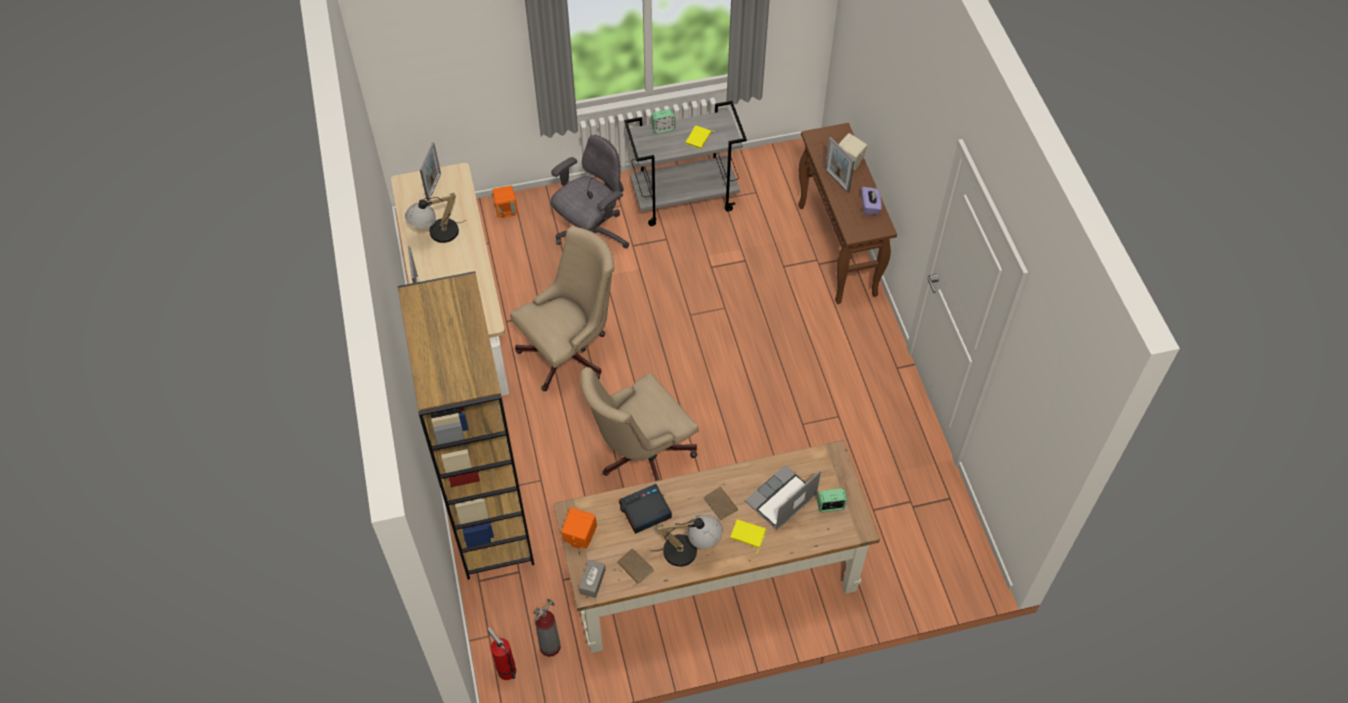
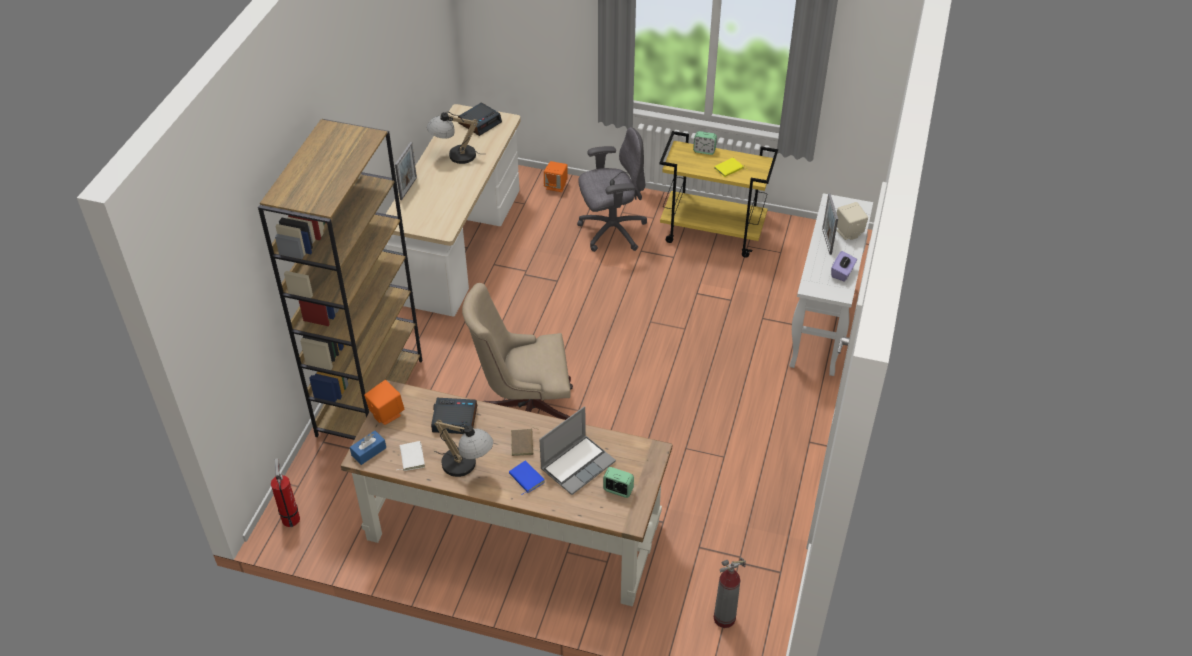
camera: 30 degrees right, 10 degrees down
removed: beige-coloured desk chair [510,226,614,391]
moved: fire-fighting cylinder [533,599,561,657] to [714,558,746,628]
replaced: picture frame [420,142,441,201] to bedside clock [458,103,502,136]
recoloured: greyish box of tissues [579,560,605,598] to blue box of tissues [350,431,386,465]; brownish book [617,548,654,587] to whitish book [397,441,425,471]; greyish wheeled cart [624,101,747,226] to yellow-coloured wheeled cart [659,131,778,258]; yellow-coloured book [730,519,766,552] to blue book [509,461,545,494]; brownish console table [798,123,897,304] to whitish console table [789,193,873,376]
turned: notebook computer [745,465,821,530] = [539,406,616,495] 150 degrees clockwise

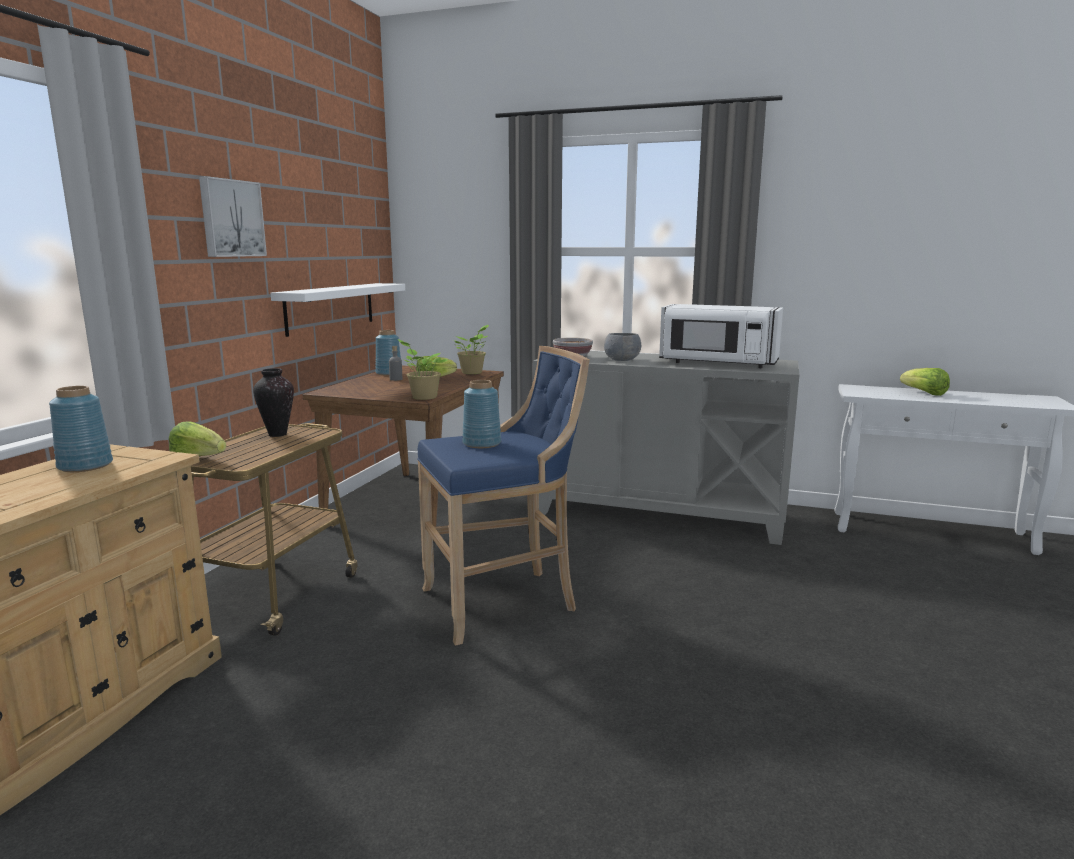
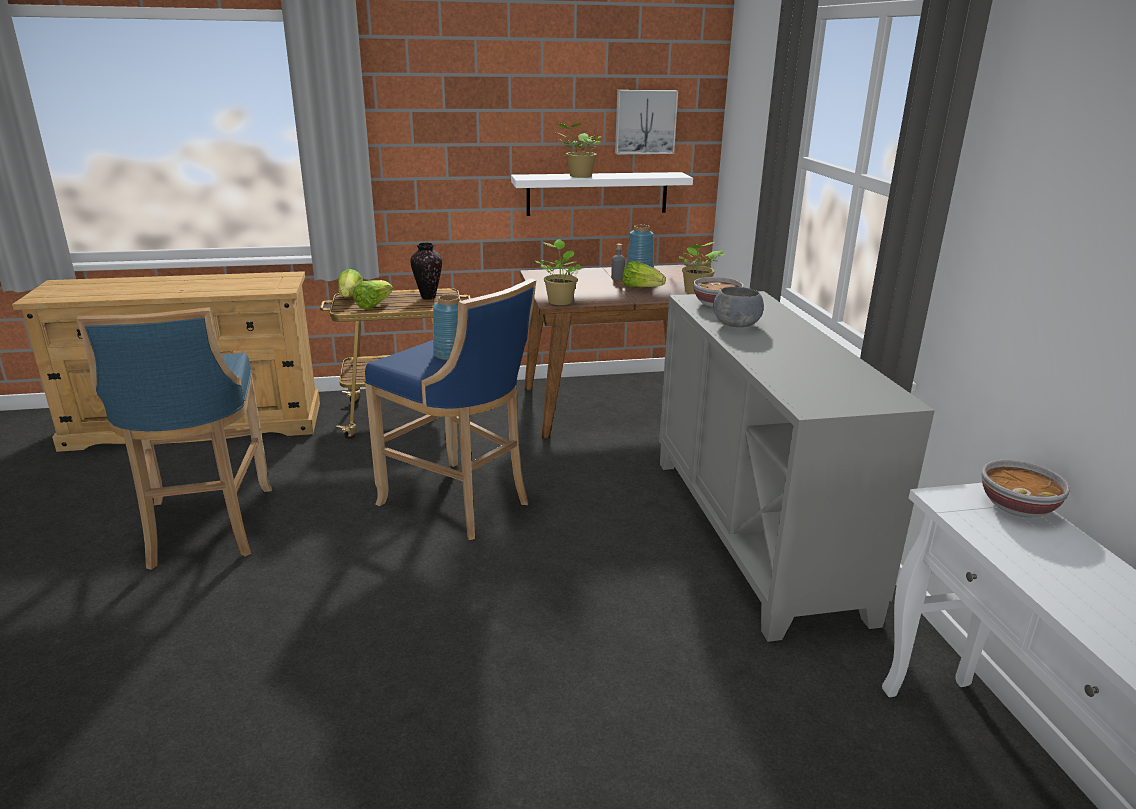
camera: 60 degrees right, 10 degrees up
removed: blue vase [49,386,113,472]; whitish kitchen microwave [659,304,783,368]
added: blue stool seat [76,307,272,570]; plant in a pot [558,123,602,178]; deep dish [982,460,1070,517]
moved: wall picture [199,176,267,257] to [615,90,678,154]; head of lettuce [900,368,950,396] to [353,280,393,309]

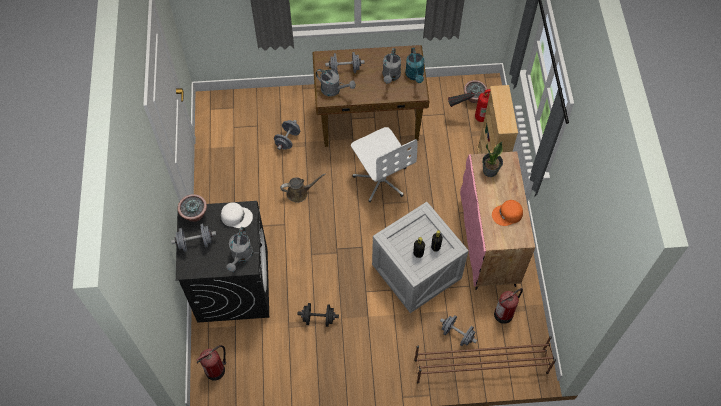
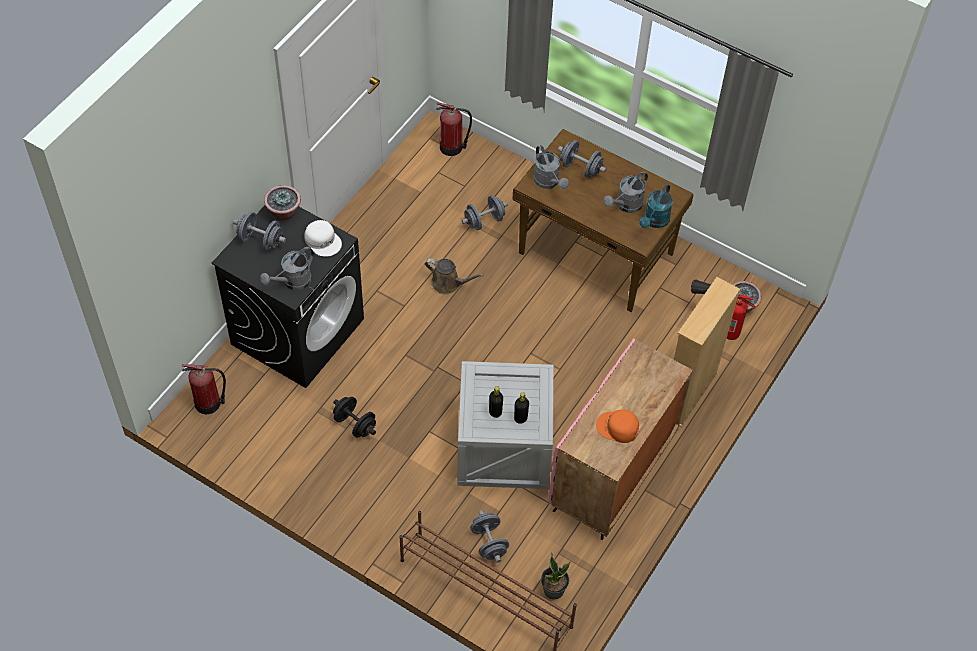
camera: 35 degrees right, 5 degrees down
removed: whitish desk chair [351,127,418,202]
moved: plant in a pot [482,141,503,177] to [541,553,570,599]; fire-fighting cylinder [494,288,523,324] to [436,103,472,156]

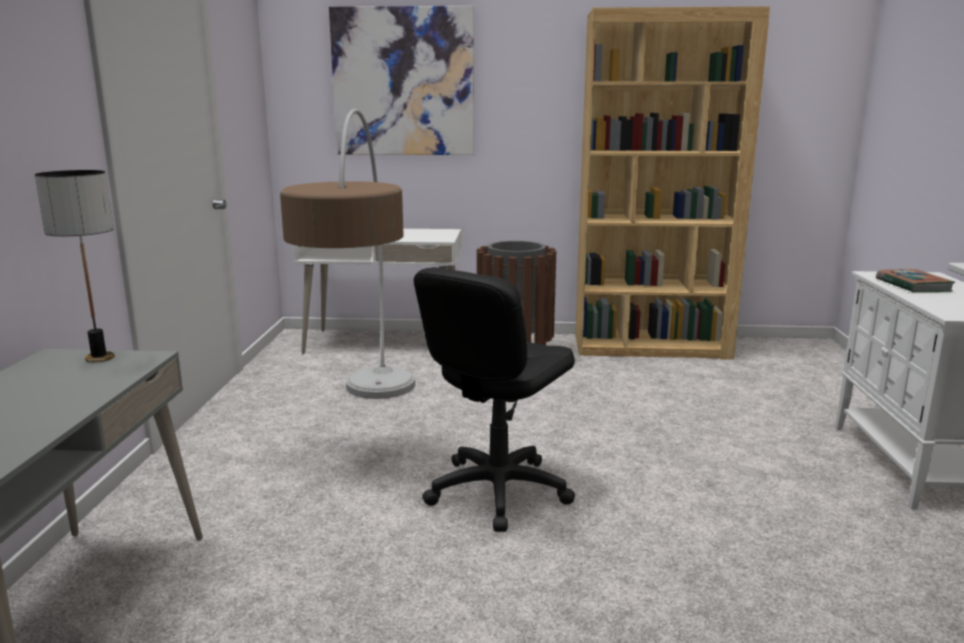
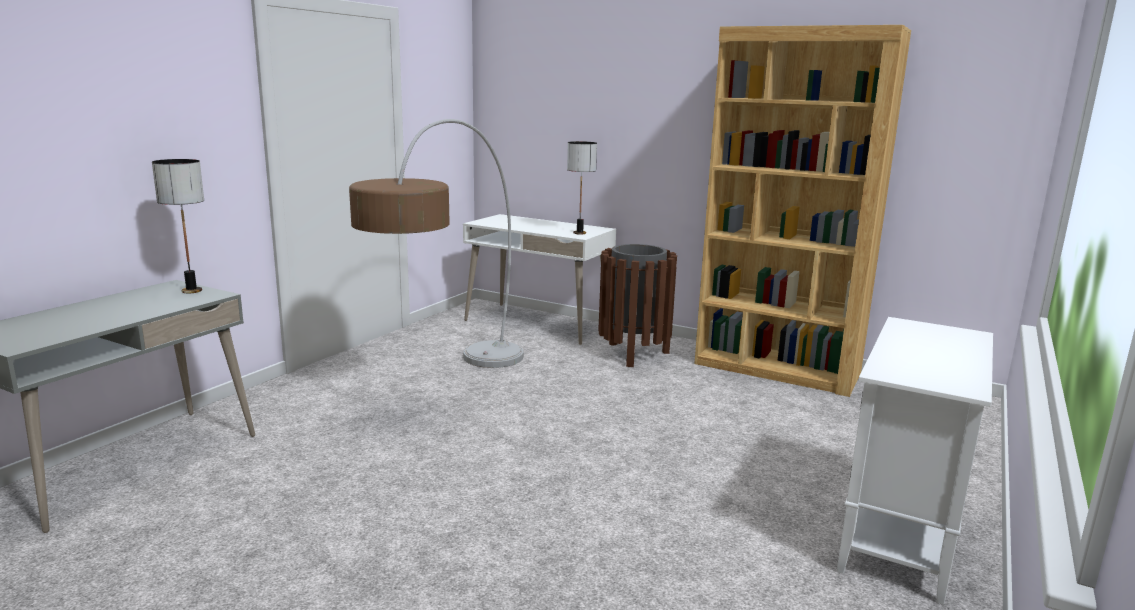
camera: 25 degrees right, 0 degrees up
removed: wall picture [329,6,474,155]; blackish desk chair [414,267,575,532]; book [876,269,955,293]
added: tabletop lamp [567,141,597,235]

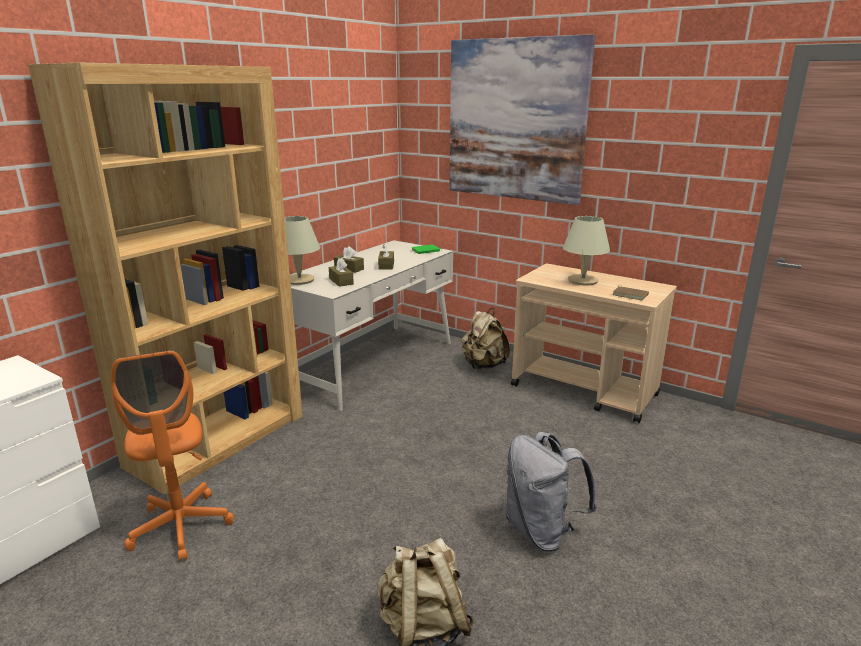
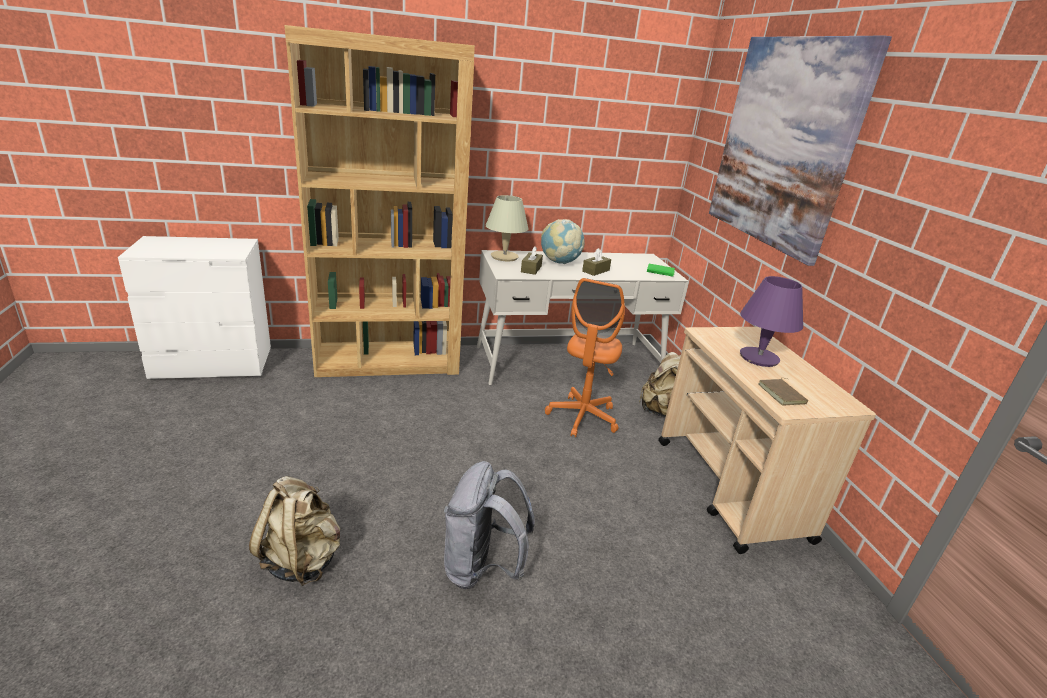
camera: 40 degrees right, 5 degrees up
moved: orange-coloured desk chair [111,350,234,561] to [545,278,625,437]
replaced: brownish box of tissues [334,246,364,273] to globe [541,219,585,264]
recoloured: beige-coloured tabletop lamp [563,216,610,285] to purple-coloured tabletop lamp [740,276,803,367]

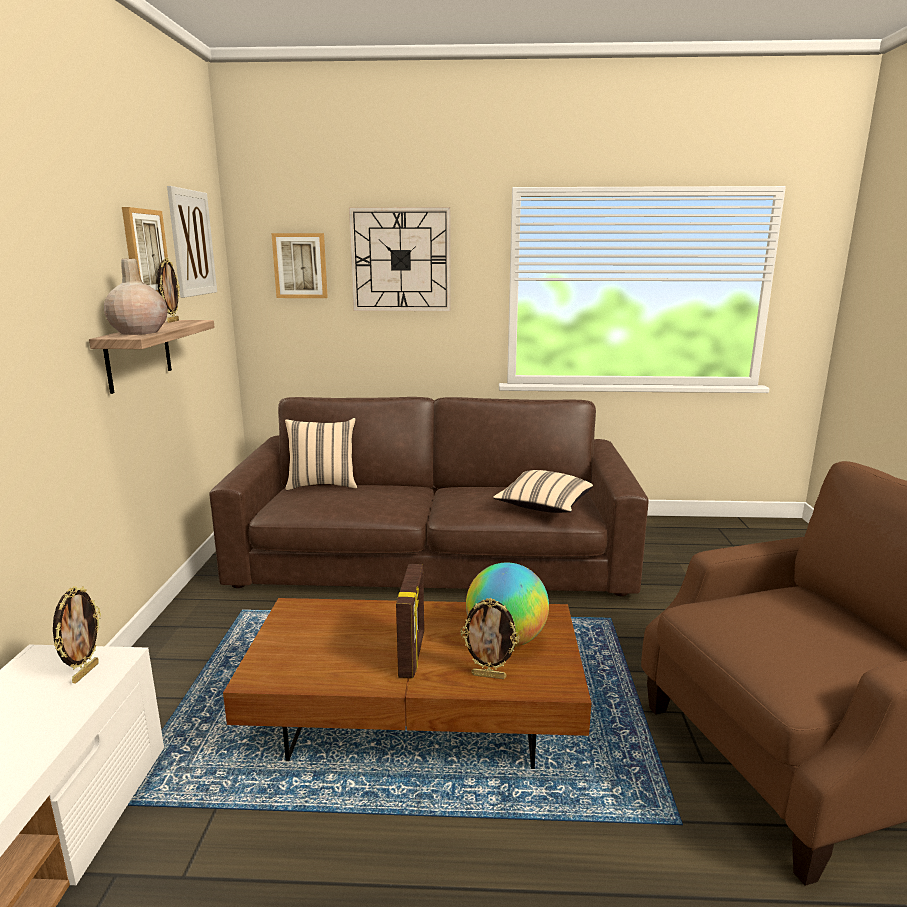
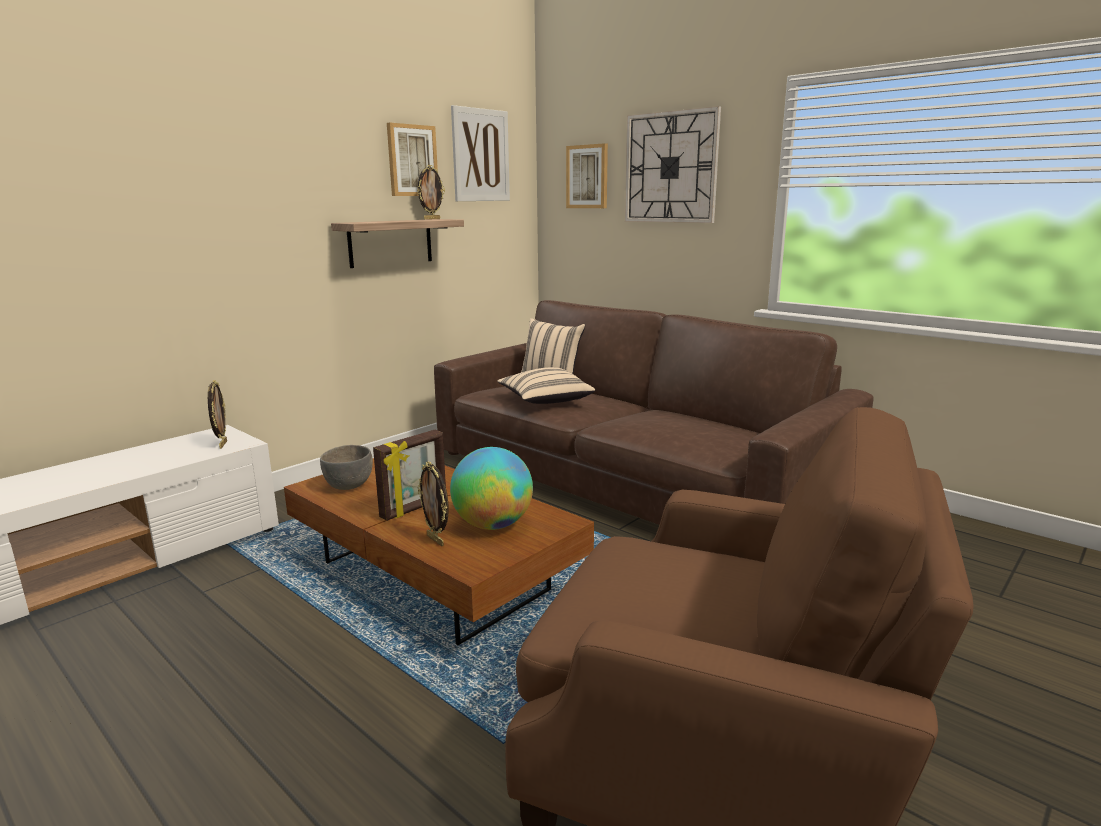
camera: 40 degrees right, 0 degrees up
removed: beige-coloured vase [104,259,168,335]
added: greyish deep dish [320,445,373,490]
moved: beige-coloured throw pillow [493,470,593,513] to [497,367,595,404]
turned: picture frame [53,586,101,684] = [208,380,227,449] 60 degrees counterclockwise

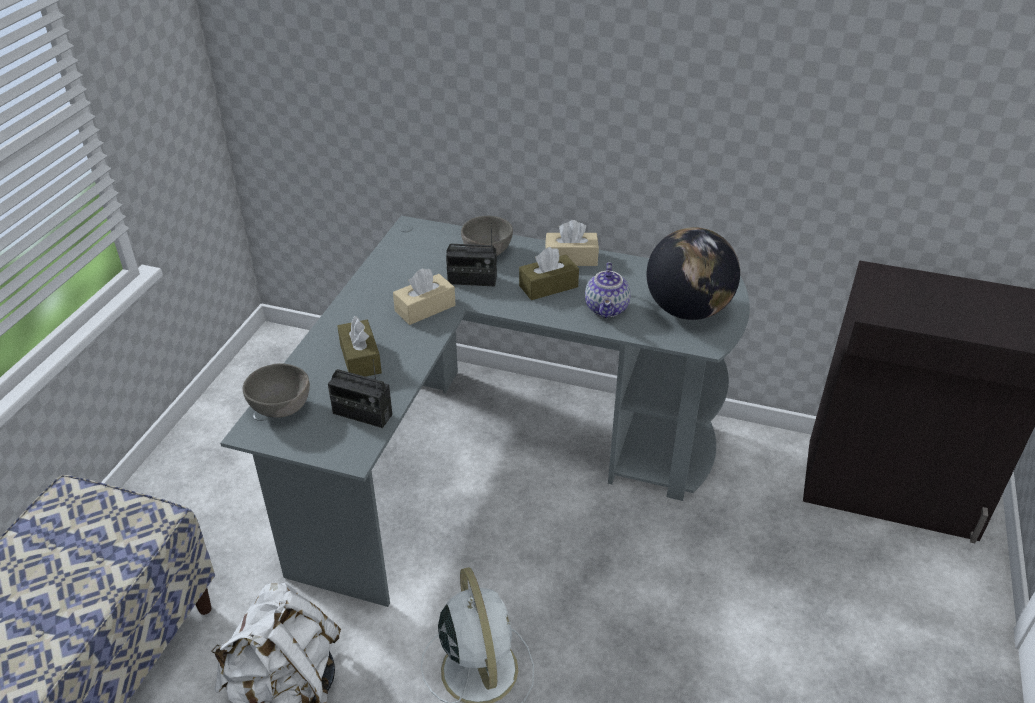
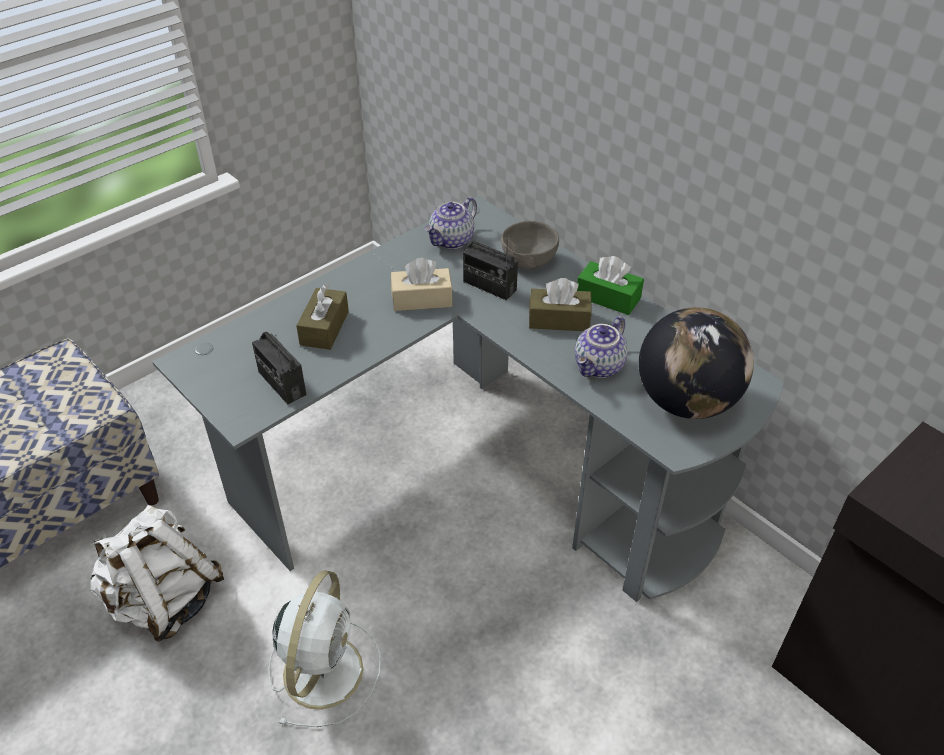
camera: 30 degrees right, 5 degrees up
removed: greyish deep dish [243,363,310,418]
added: pot for tea [425,197,477,249]
recoloured: beige-coloured box of tissues [545,220,599,266] to green-coloured box of tissues [577,256,644,315]

